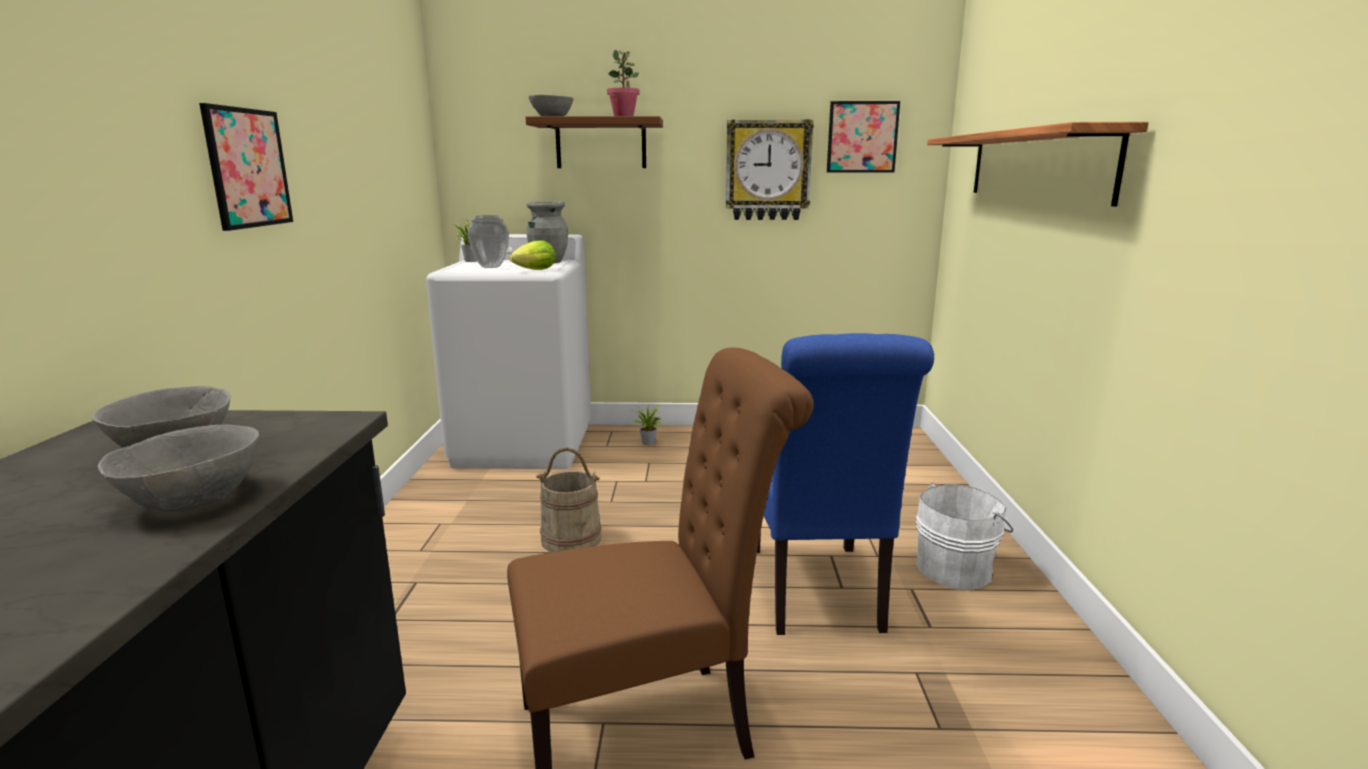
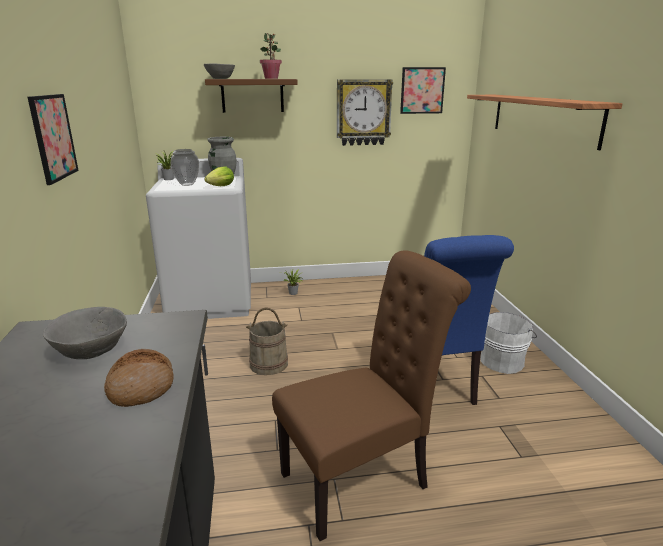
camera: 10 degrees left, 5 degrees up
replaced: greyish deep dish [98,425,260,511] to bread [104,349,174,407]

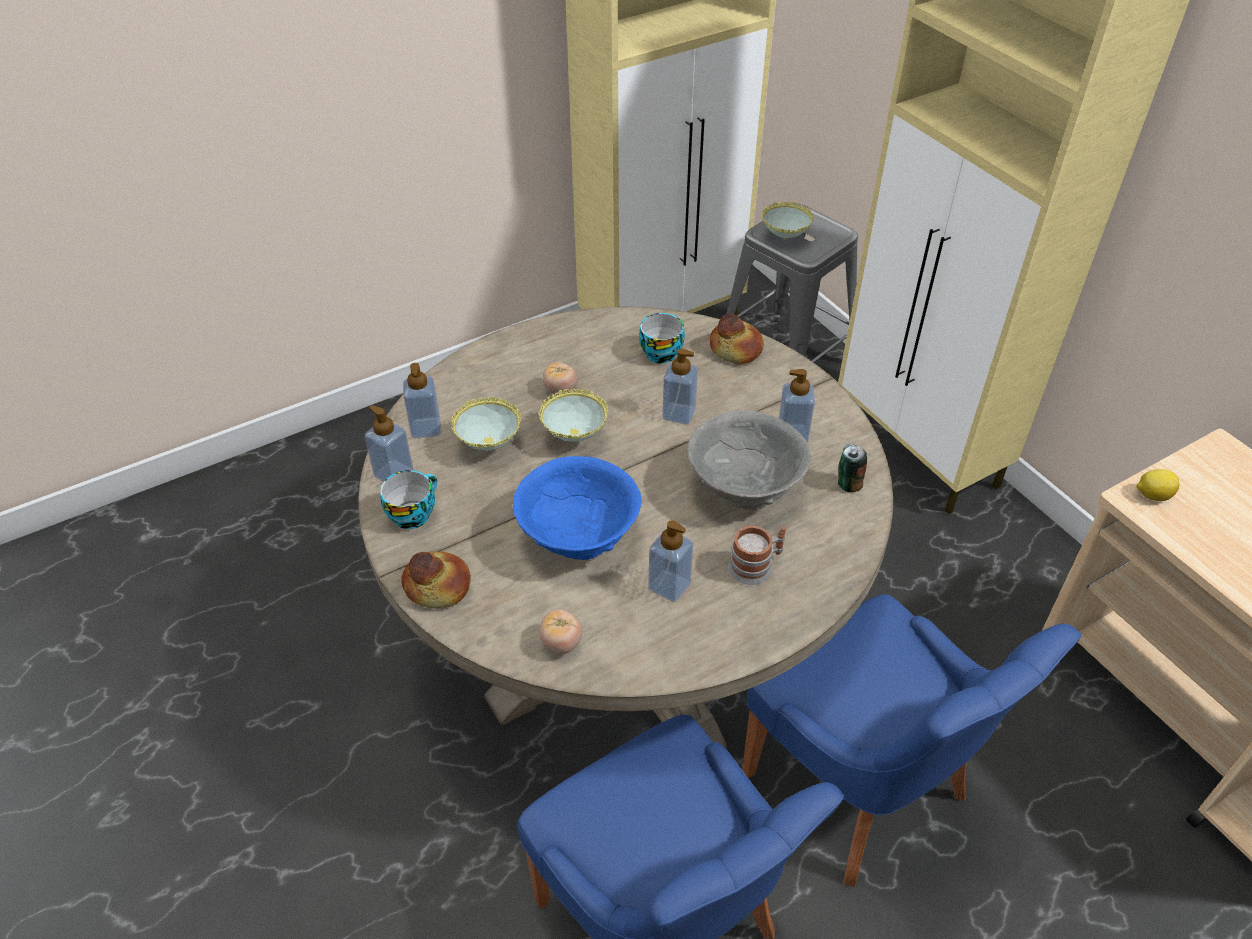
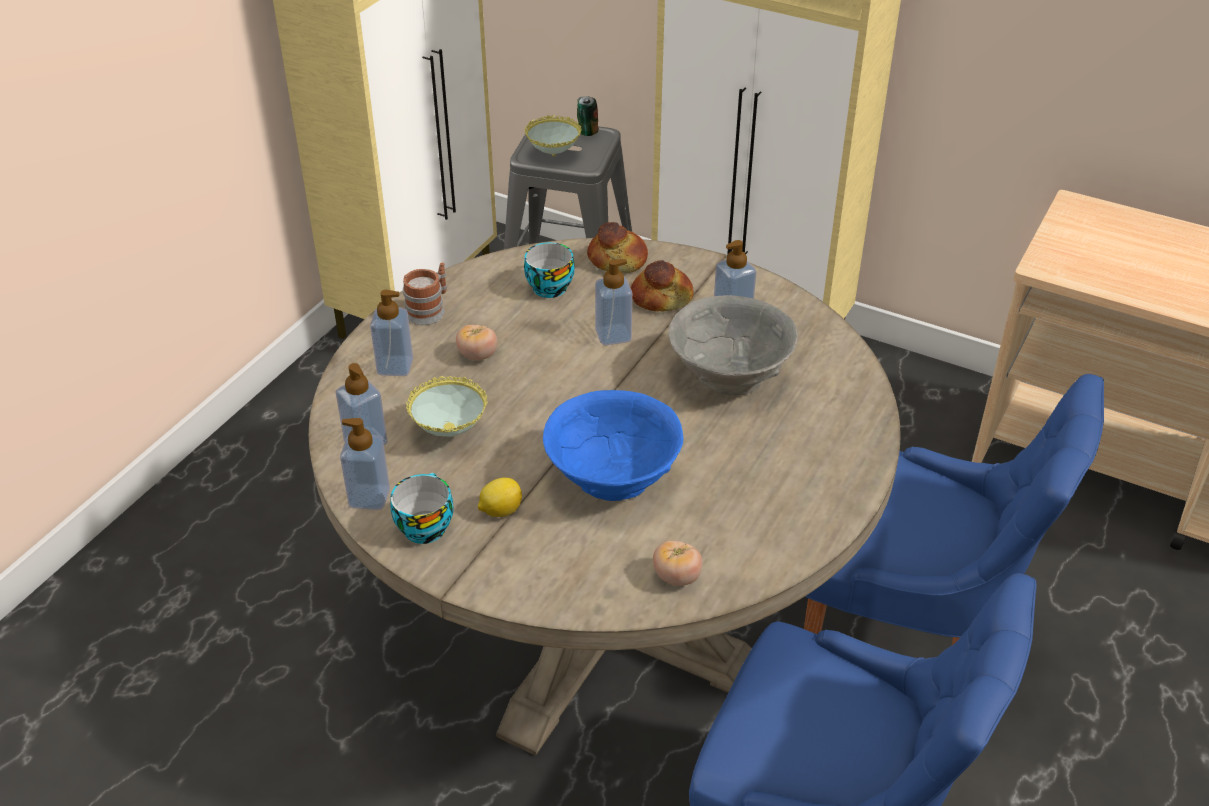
camera: 30 degrees left, 5 degrees down
removed: deep dish [539,389,608,442]
moved: bread [402,552,471,608] to [631,260,693,312]; liquid soap bottle [648,520,693,602] to [370,290,413,376]; tea mug [728,526,786,585] to [403,263,447,325]; sealed can [838,444,867,493] to [577,96,599,136]; citrus fruit [1136,469,1180,501] to [478,478,522,517]

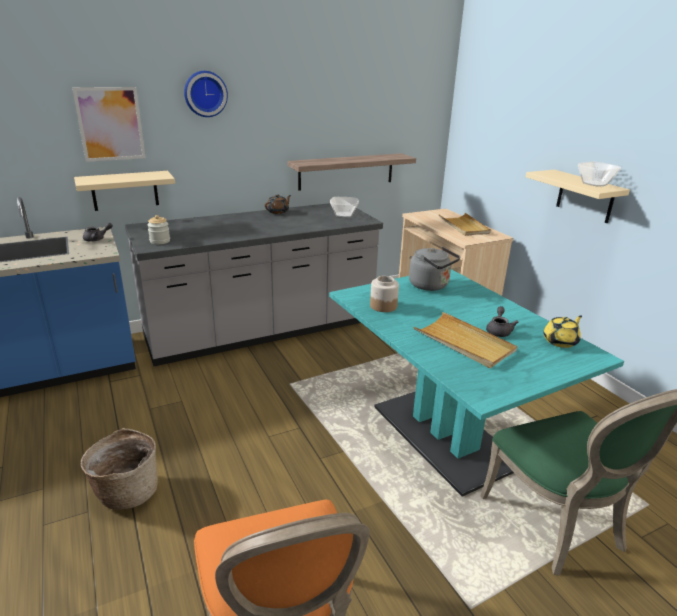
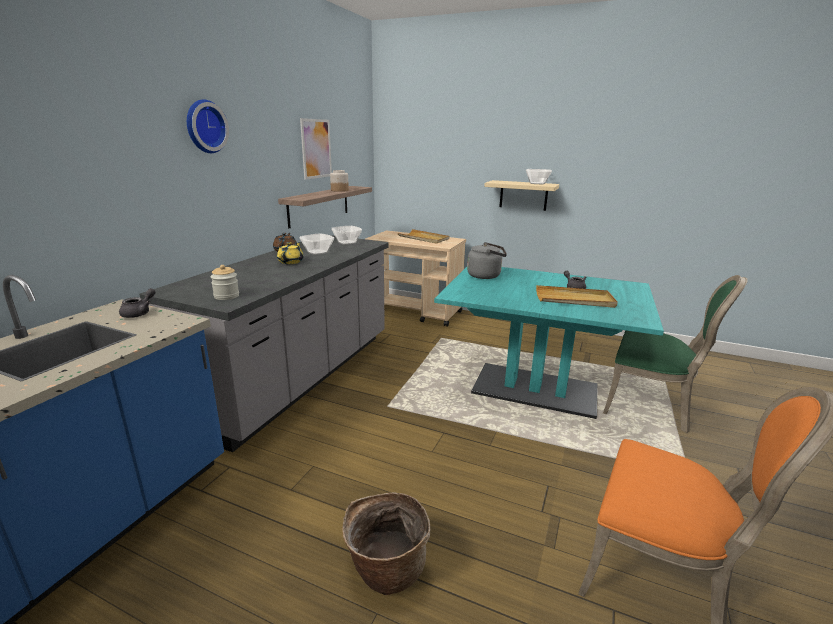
camera: 40 degrees left, 5 degrees down
removed: beige-coloured shelf [74,171,175,211]
added: deep dish [299,233,334,255]
moved: wall picture [72,87,146,162] to [300,118,332,180]; preserve jar [370,276,399,312] to [330,170,349,192]; yellow-coloured pot for tea [543,315,582,348] to [277,242,304,264]

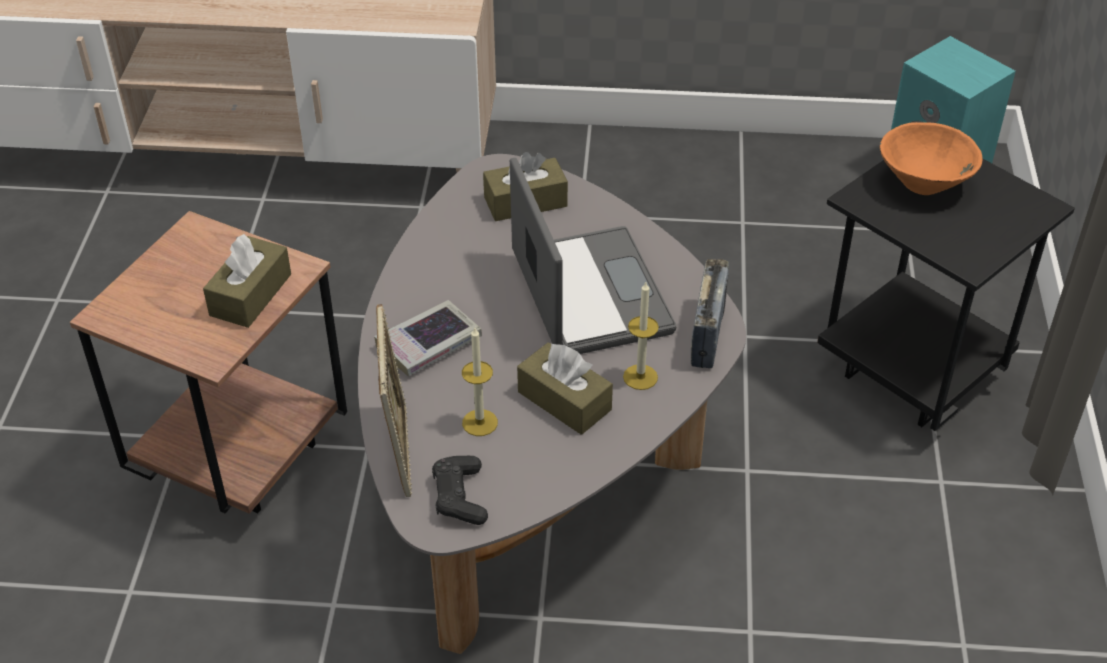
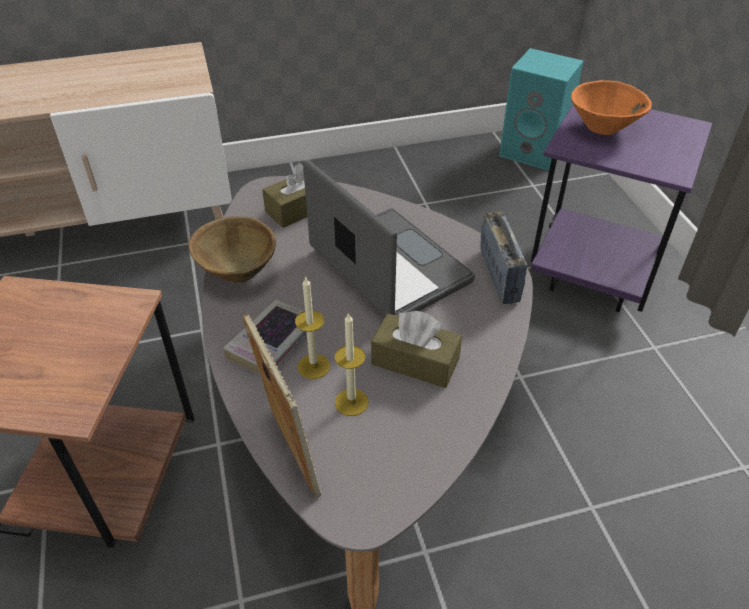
camera: 20 degrees left, 0 degrees up
removed: brownish box of tissues [203,234,291,328]; blackish game controller [432,456,488,525]
added: brownish deep dish [189,216,276,283]
moved: wax candle [623,282,659,390] to [295,276,330,379]
recoloured: blackish side table [817,158,1075,431] to purple-coloured side table [530,104,712,312]

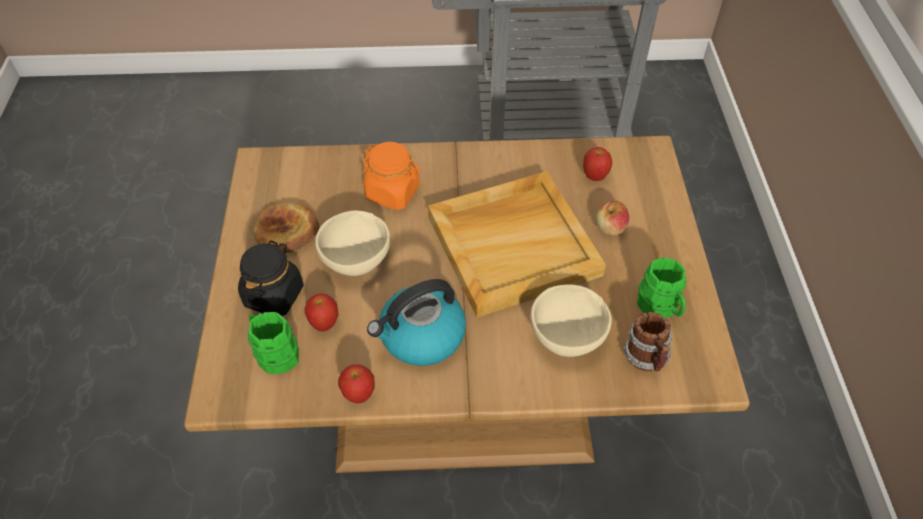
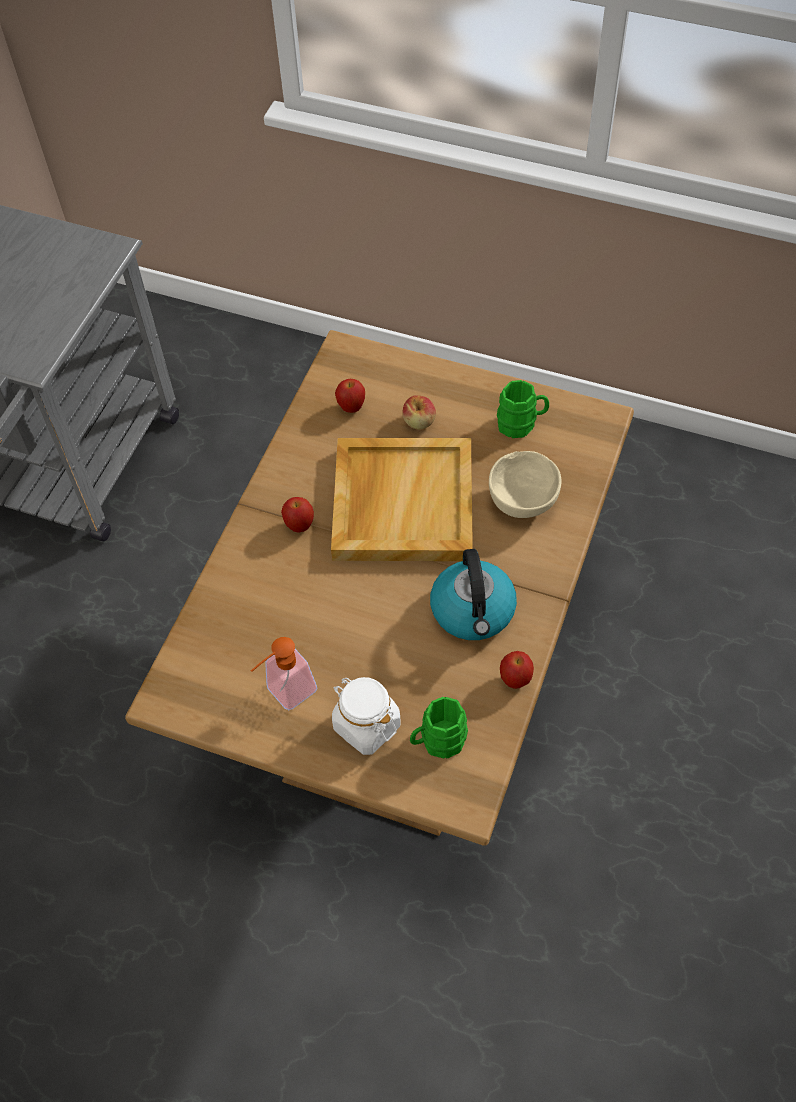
camera: 65 degrees left, 5 degrees up
removed: beige-coloured deep dish [315,210,390,276]; orange-coloured preserve jar [362,142,420,210]; tea mug [623,312,672,372]
moved: apple fruit [304,293,339,332] to [281,497,314,533]
replaced: bread [253,203,320,253] to liquid soap bottle [251,637,318,710]
recoloured: blackish preserve jar [238,240,304,316] to whitish preserve jar [332,677,401,755]

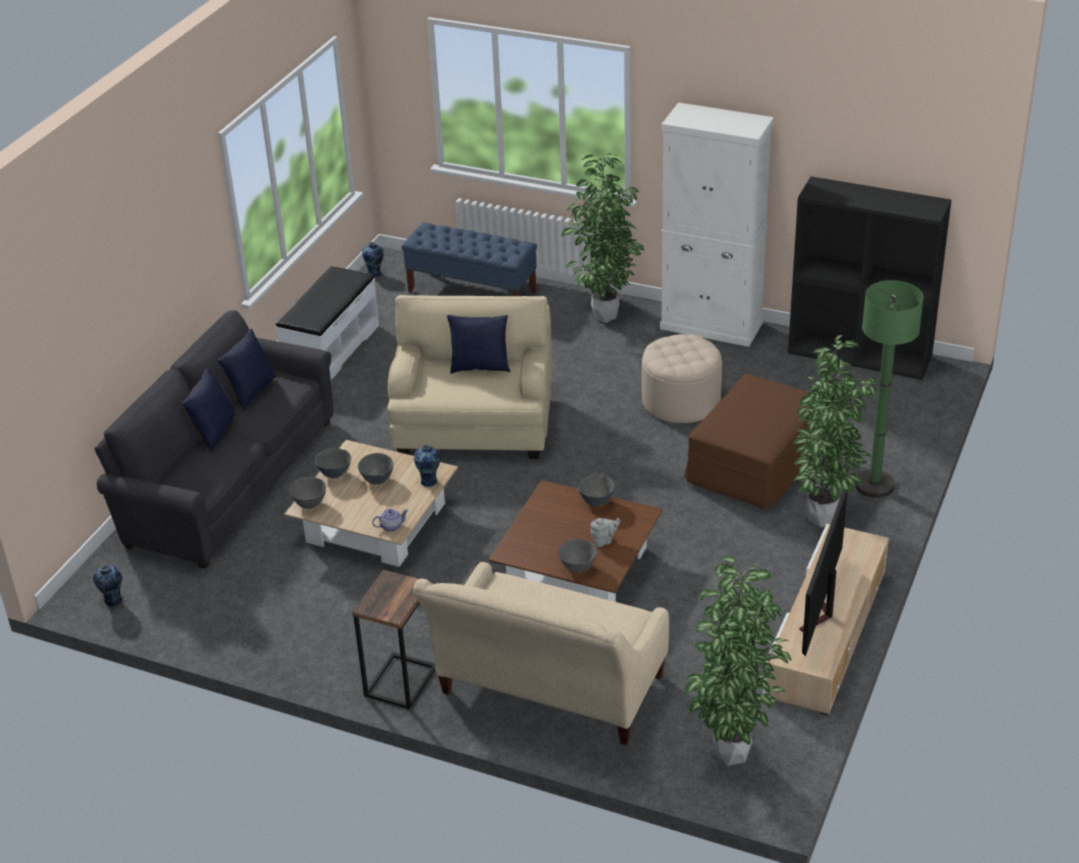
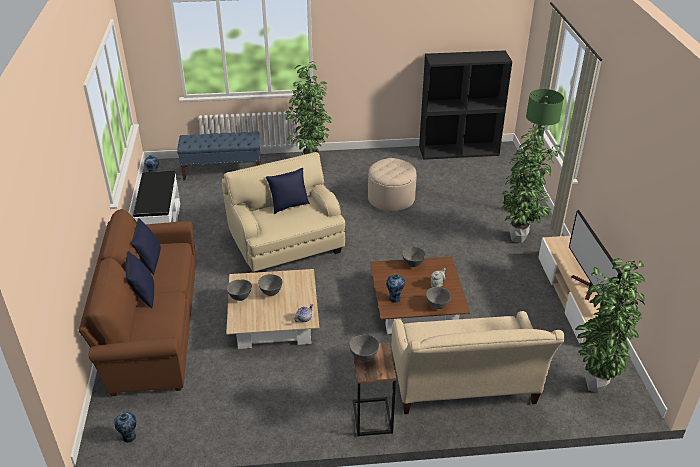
camera: 30 degrees left, 0 degrees up
removed: whitish cabinet [660,102,774,347]; brownish pouffe [685,373,821,510]
moved: greyish deep dish [290,477,326,509] to [349,335,379,361]; vase [414,444,440,487] to [386,274,405,303]
recoloured: greyish sofa [95,310,334,569] to brownish sofa [79,209,196,396]

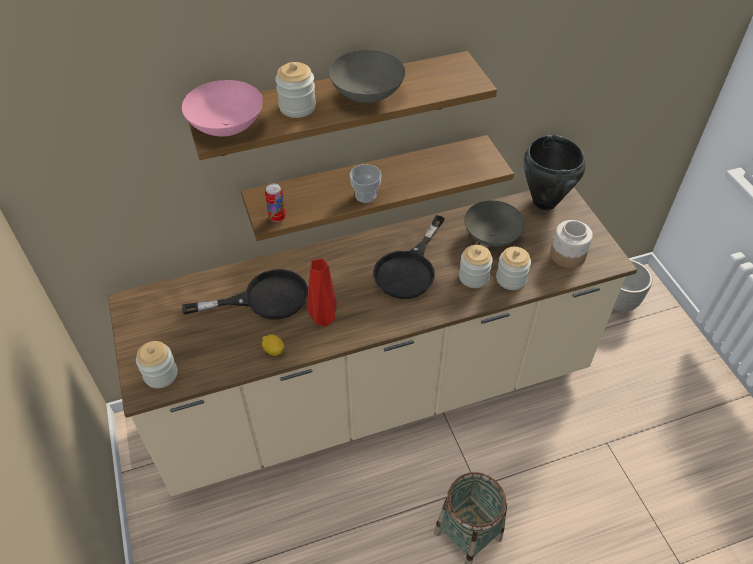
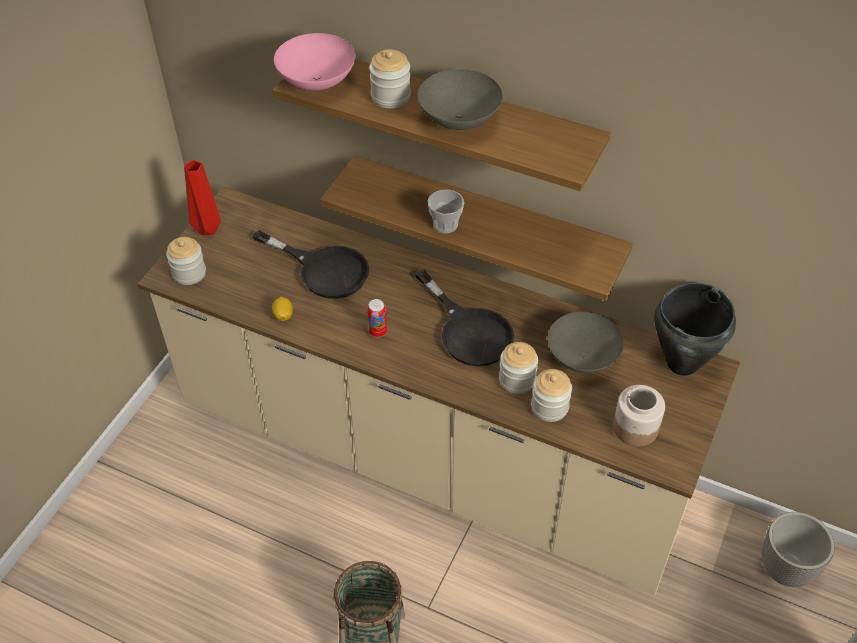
camera: 45 degrees right, 0 degrees up
moved: sealed can [265,184,286,222] to [367,299,387,337]; reddish vase [307,259,337,327] to [184,160,221,235]
turned: blackish skillet [373,215,445,299] = [415,269,514,367] 105 degrees counterclockwise

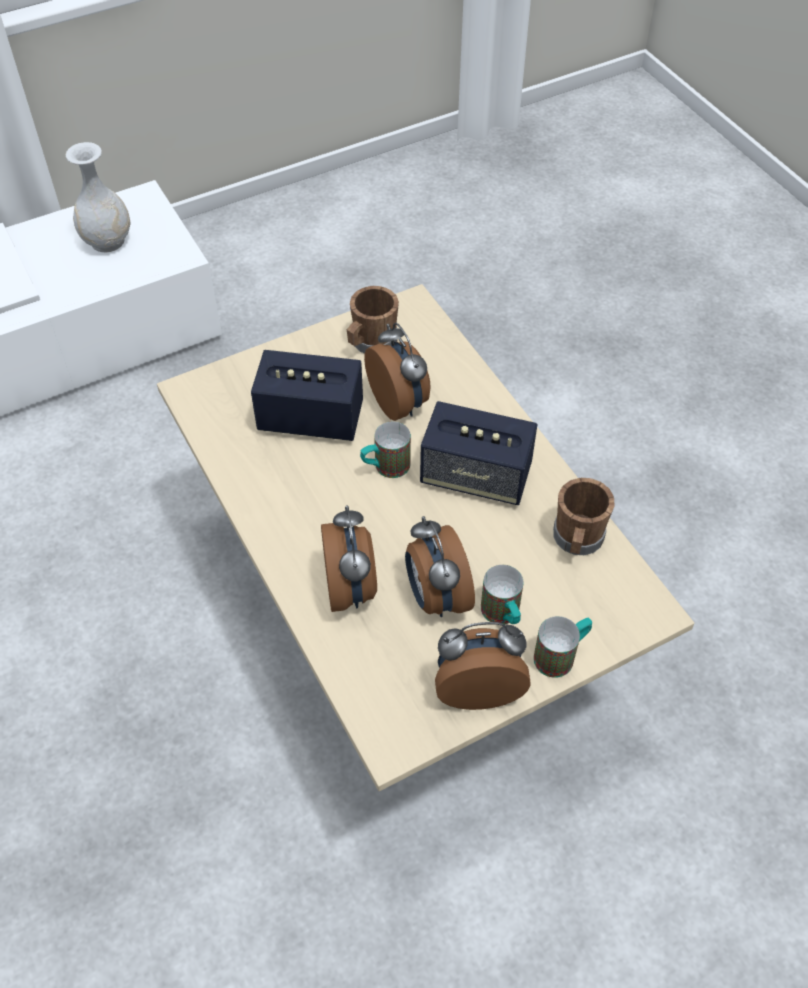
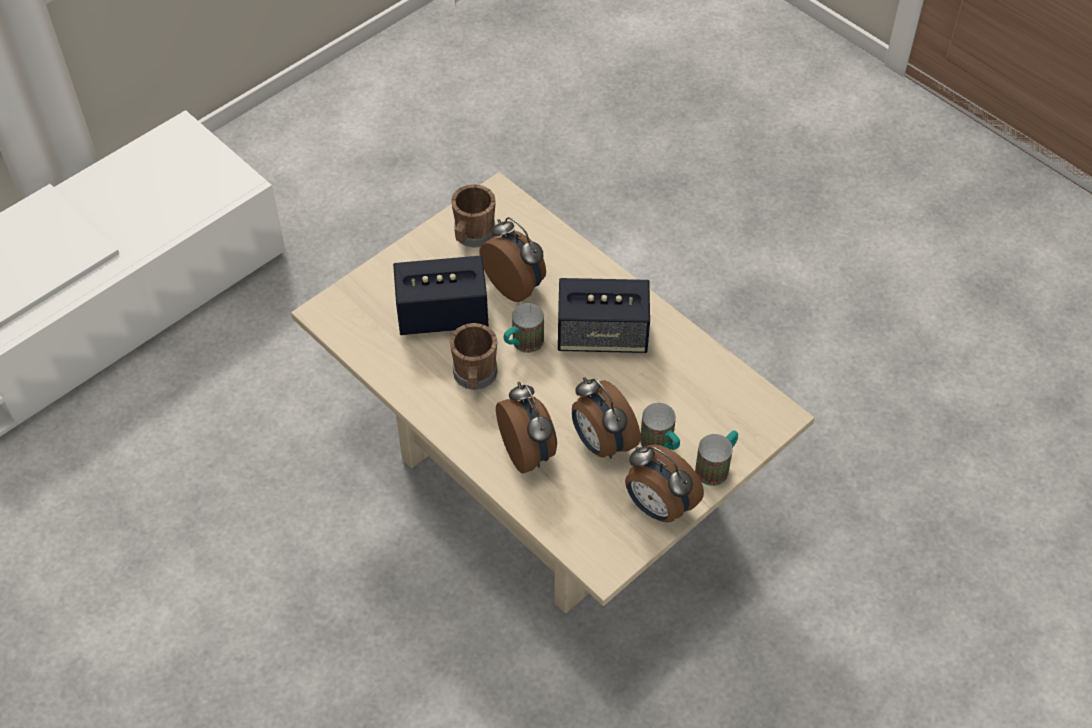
camera: 15 degrees left, 0 degrees up
removed: whitish vase [66,142,130,252]
moved: brownish tea mug [553,478,615,555] to [449,323,497,390]
turned: bedside clock [435,622,531,710] = [625,444,704,523] 120 degrees counterclockwise

